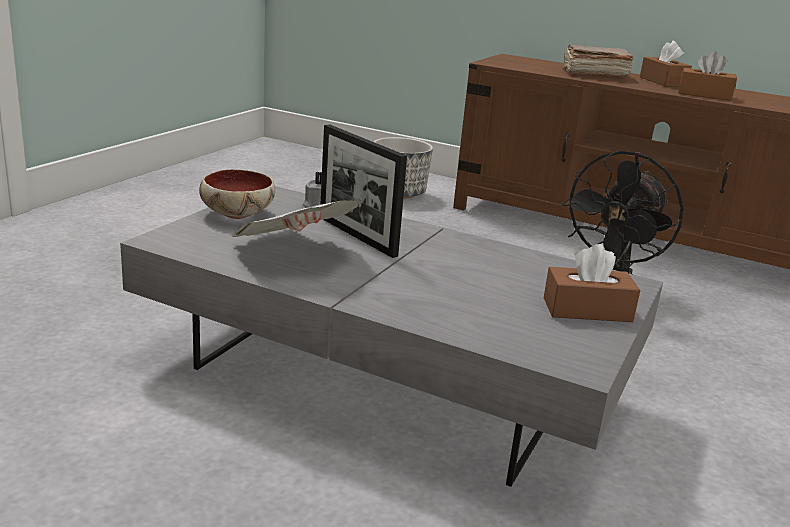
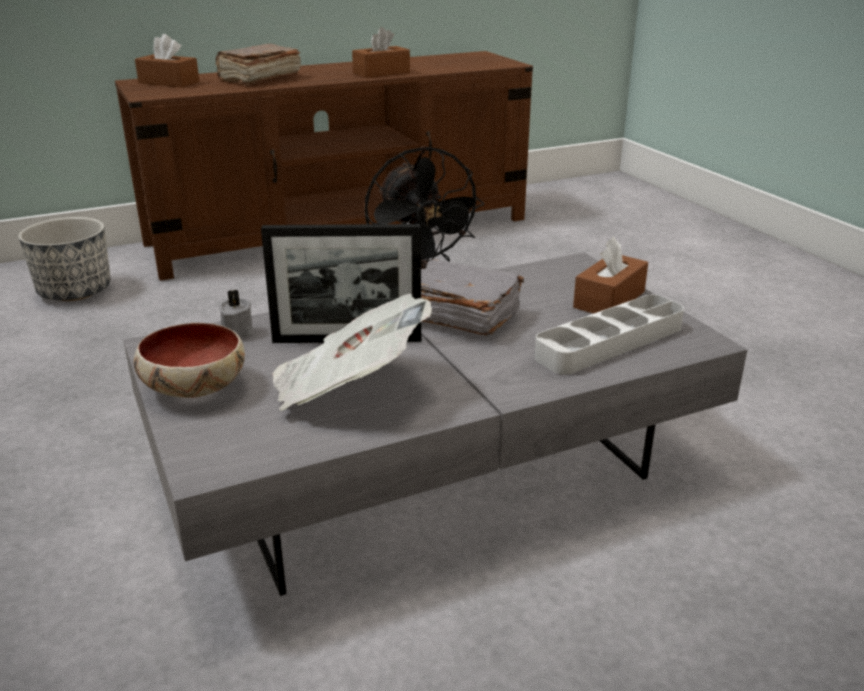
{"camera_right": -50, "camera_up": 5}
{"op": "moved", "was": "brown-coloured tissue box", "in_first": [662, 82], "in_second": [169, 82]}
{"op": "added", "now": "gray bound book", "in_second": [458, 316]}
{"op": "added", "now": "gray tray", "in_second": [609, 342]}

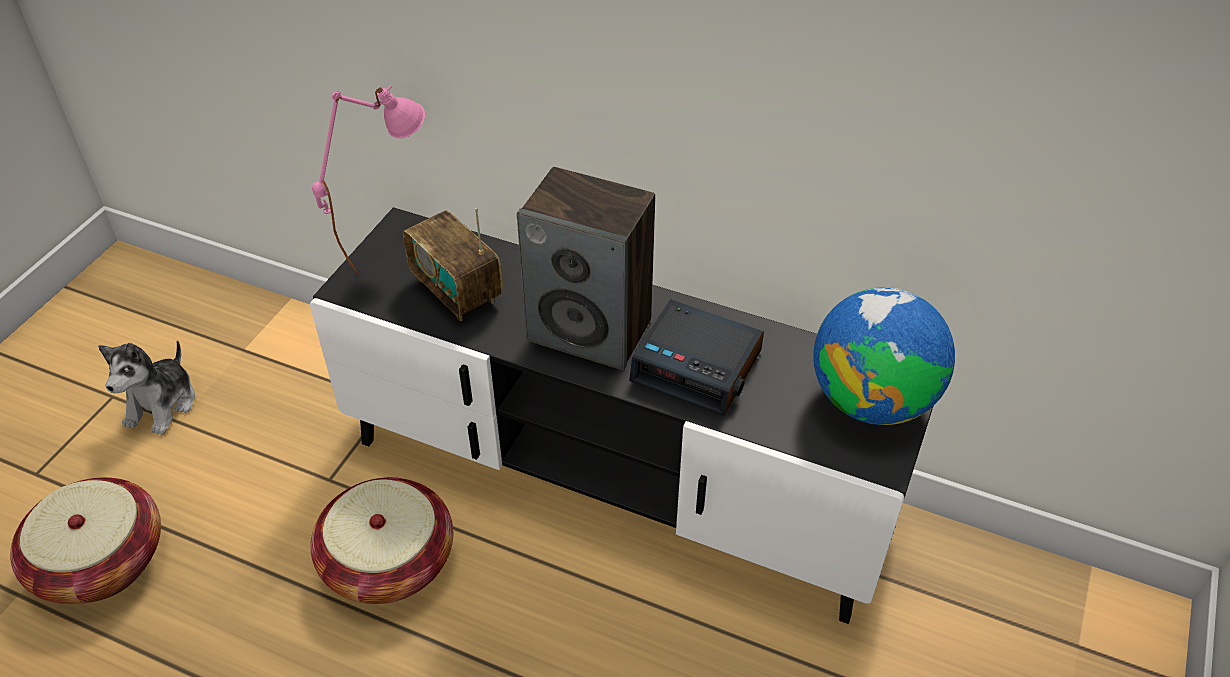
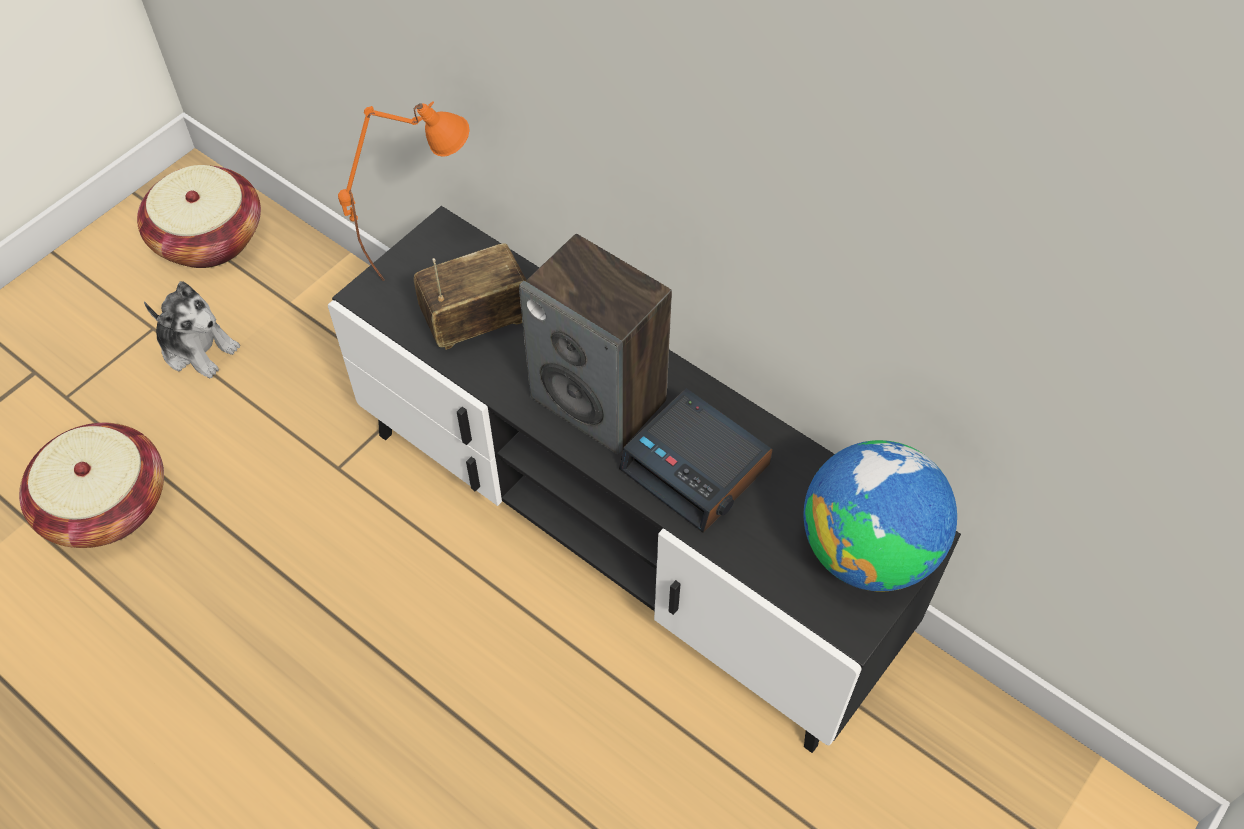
{"camera_right": 15, "camera_up": 10}
{"op": "turned", "was": "plush toy", "in_first": [162, 404], "in_second": [198, 348], "clockwise": -90}
{"op": "moved", "was": "storage basket", "in_first": [389, 562], "in_second": [209, 239]}
{"op": "recoloured", "was": "pinkish table lamp", "now": "orange table lamp", "in_first": [386, 247], "in_second": [421, 254]}
{"op": "turned", "was": "radio receiver", "in_first": [457, 290], "in_second": [477, 322], "clockwise": 90}

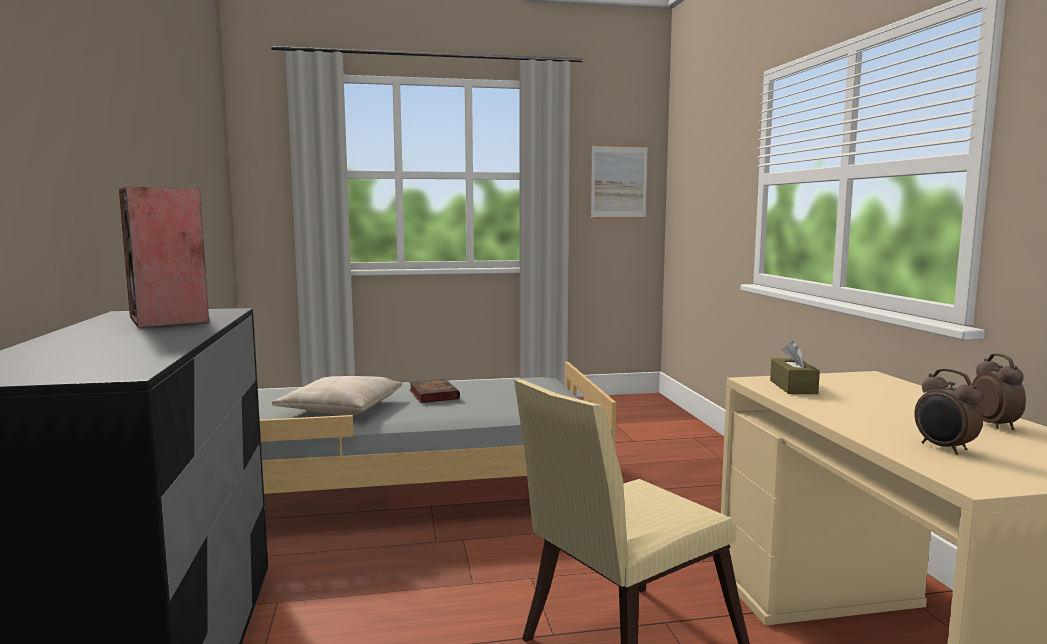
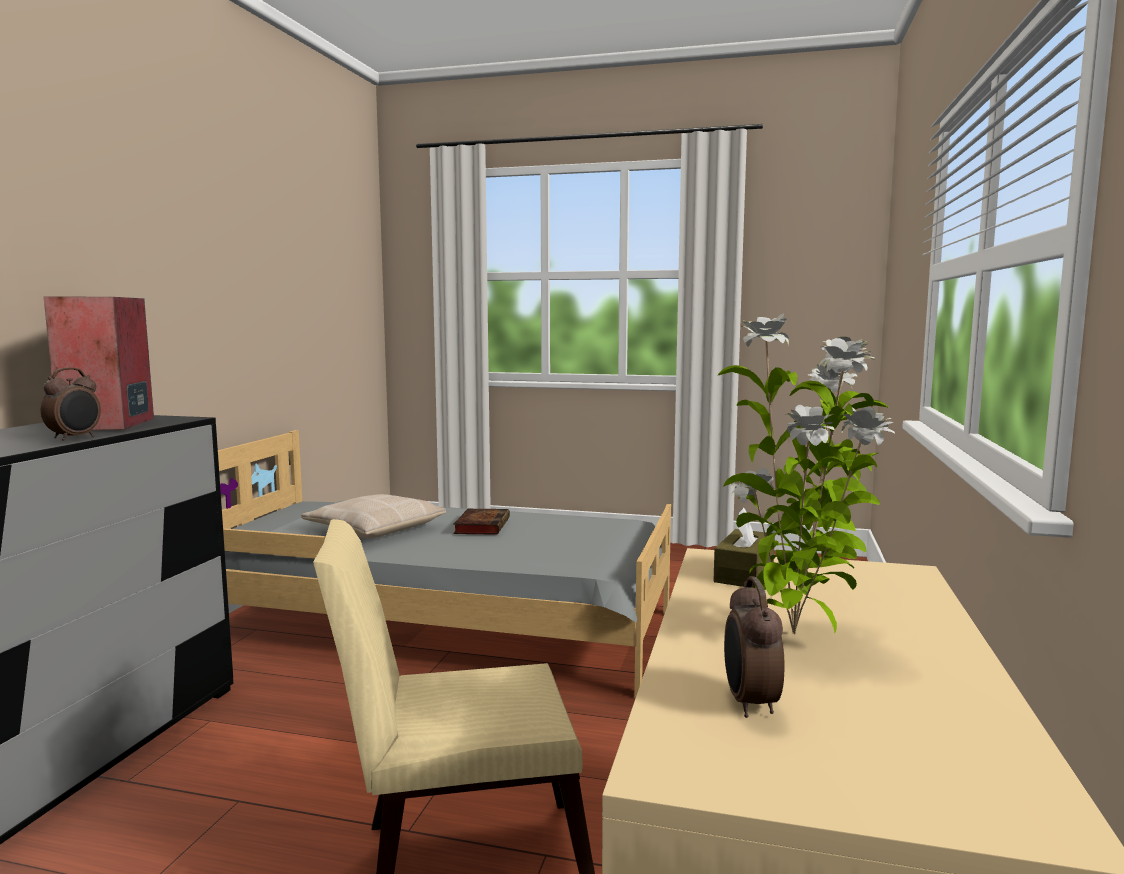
{"camera_right": 25, "camera_up": 0}
{"op": "removed", "was": "wall art", "in_first": [619, 182]}
{"op": "moved", "was": "table clock", "in_first": [995, 425], "in_second": [75, 438]}
{"op": "added", "now": "houseplant", "in_second": [798, 635]}

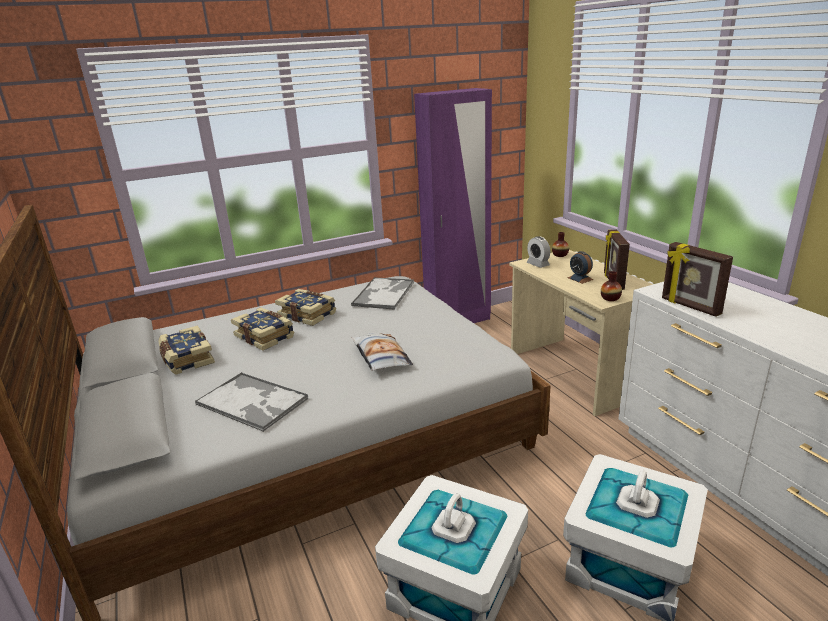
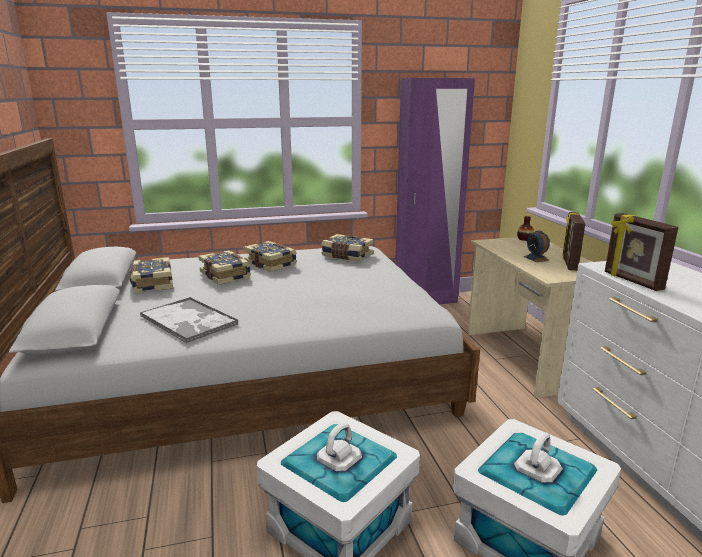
{"camera_right": 10, "camera_up": -5}
{"op": "replaced", "was": "tray", "now": "bound book", "in_first": [384, 293], "in_second": [347, 256]}
{"op": "removed", "was": "pillow", "in_first": [380, 357]}
{"op": "removed", "was": "table clock", "in_first": [538, 264]}
{"op": "removed", "was": "flower vase", "in_first": [610, 298]}

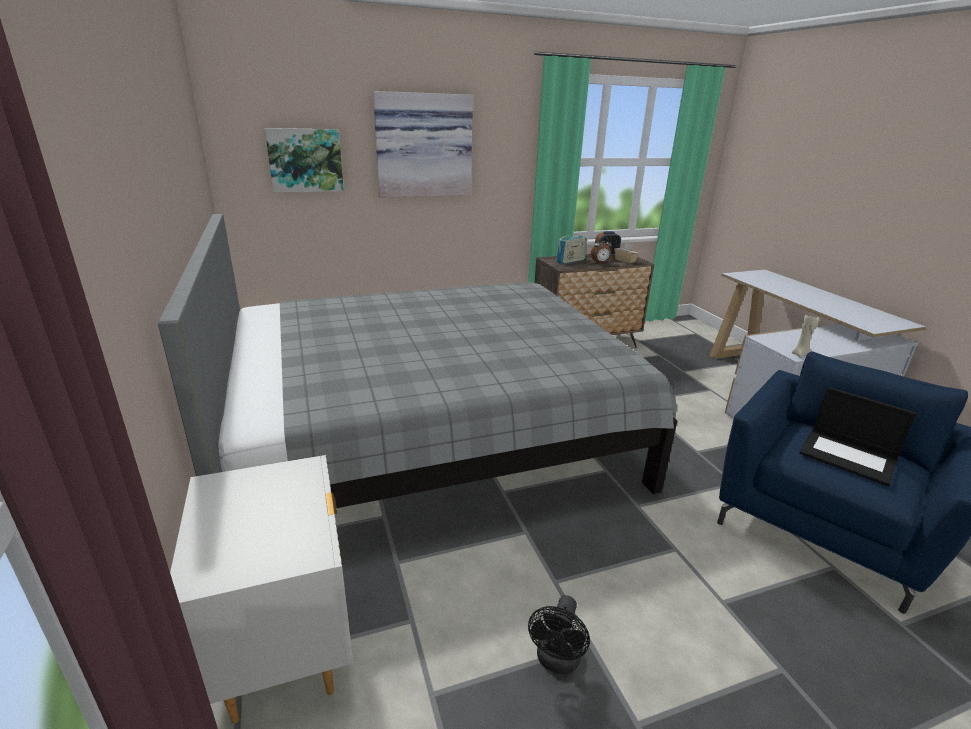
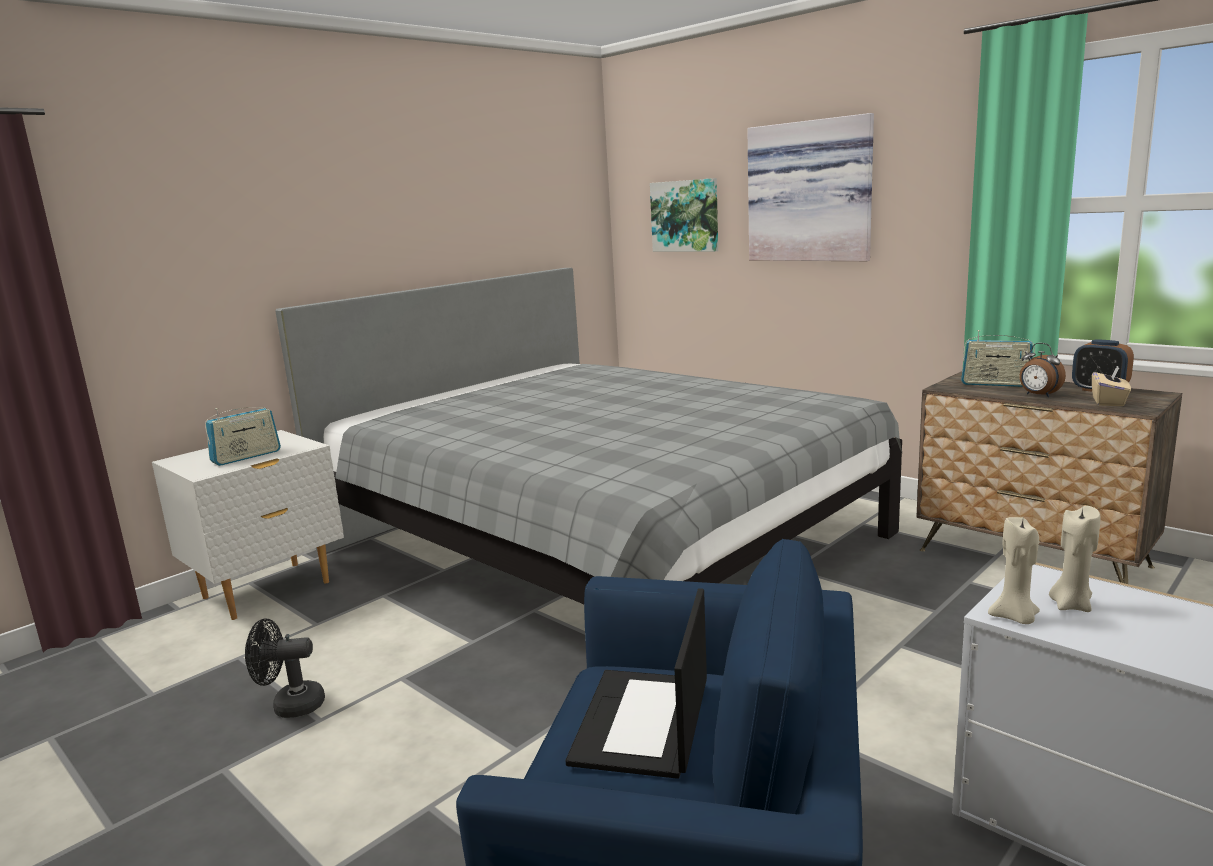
{"camera_right": 65, "camera_up": -10}
{"op": "added", "now": "radio receiver", "in_second": [246, 457]}
{"op": "added", "now": "beige-coloured candle", "in_second": [1071, 605]}

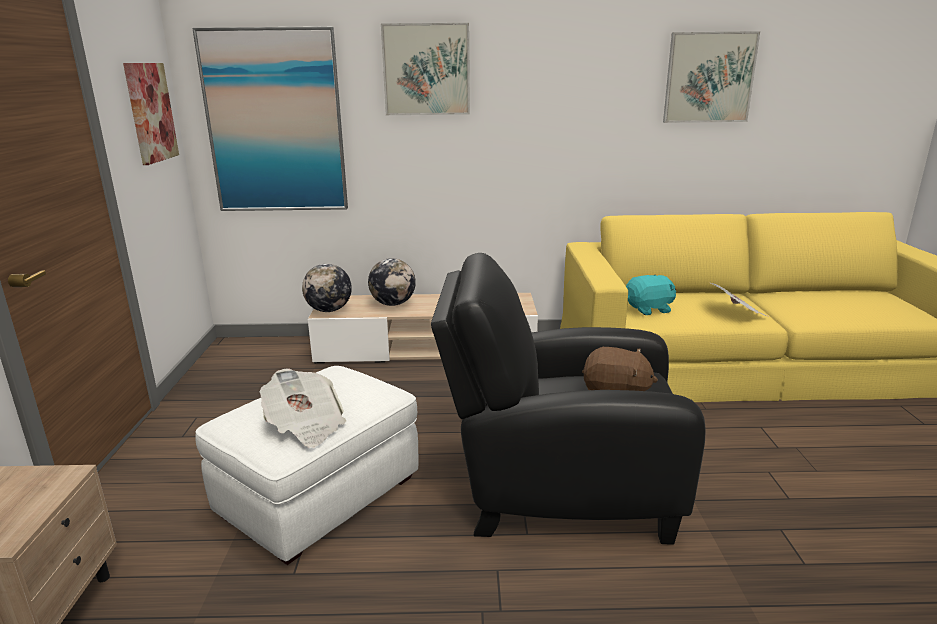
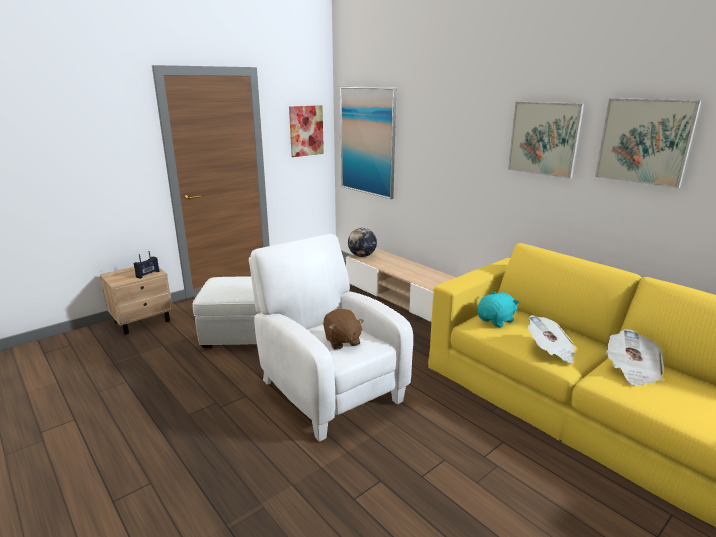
{"camera_right": 50, "camera_up": 0}
{"op": "moved", "was": "daily paper", "in_first": [305, 426], "in_second": [632, 370]}
{"op": "removed", "was": "globe", "in_first": [393, 304]}
{"op": "moved", "was": "wall art", "in_first": [426, 70], "in_second": [544, 138]}
{"op": "recoloured", "was": "black easy chair", "now": "white-coloured easy chair", "in_first": [558, 488], "in_second": [328, 388]}
{"op": "turned", "was": "turquoise plush toy", "in_first": [649, 309], "in_second": [496, 320], "clockwise": -75}
{"op": "added", "now": "radio receiver", "in_second": [148, 274]}

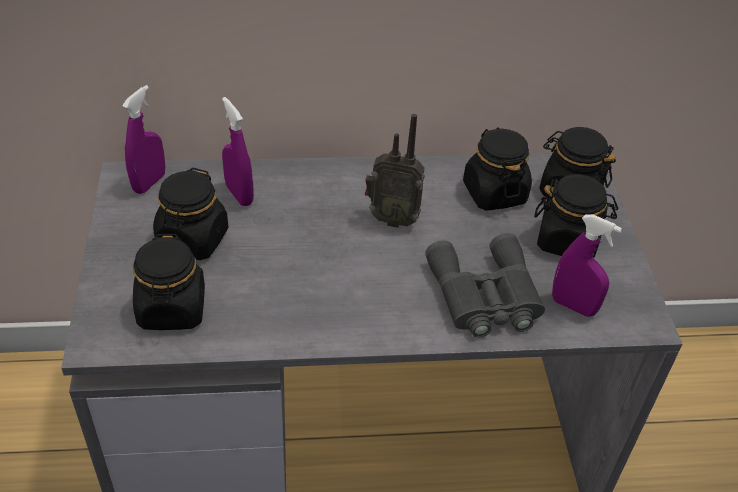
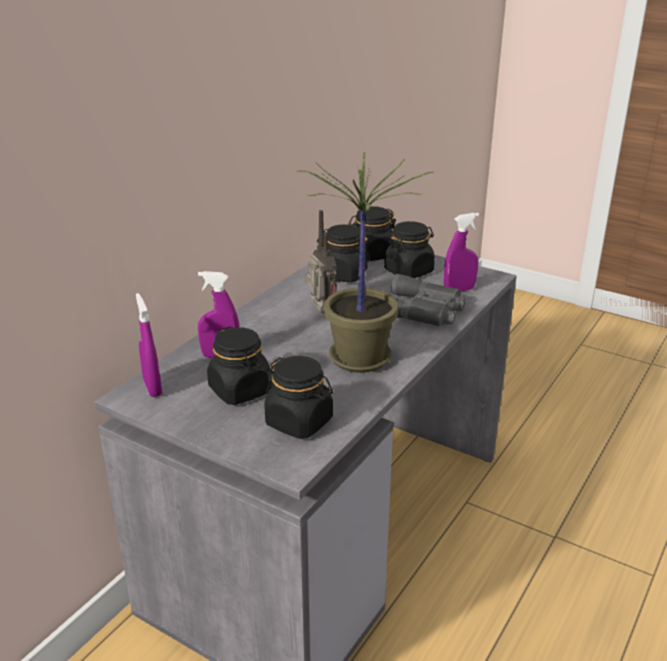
{"camera_right": -50, "camera_up": -15}
{"op": "turned", "was": "radio receiver", "in_first": [392, 218], "in_second": [321, 313], "clockwise": -75}
{"op": "added", "now": "houseplant", "in_second": [358, 357]}

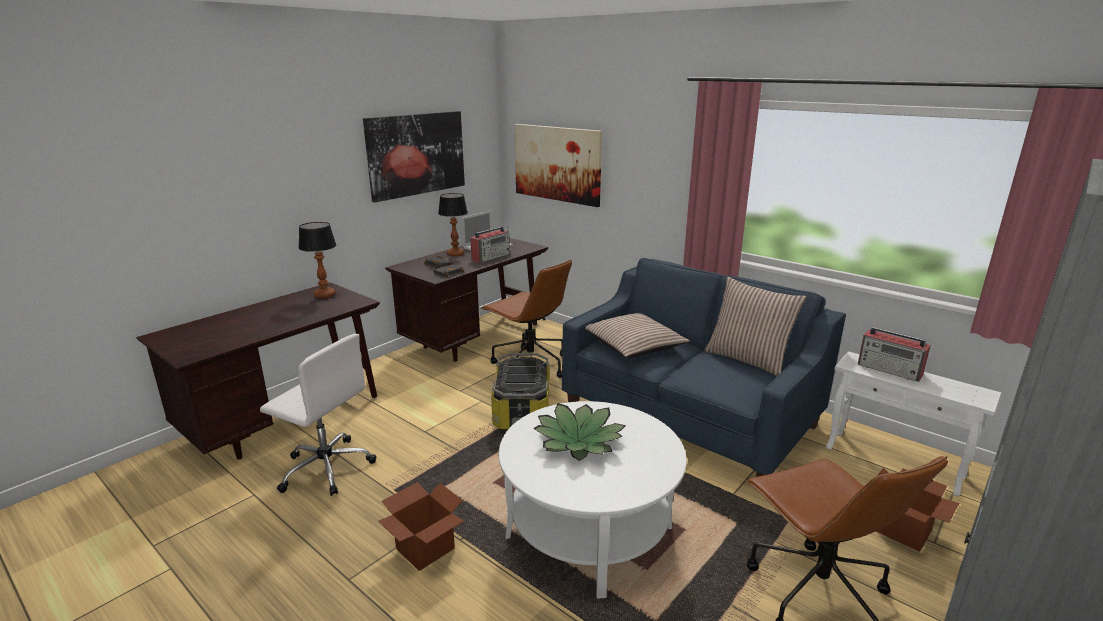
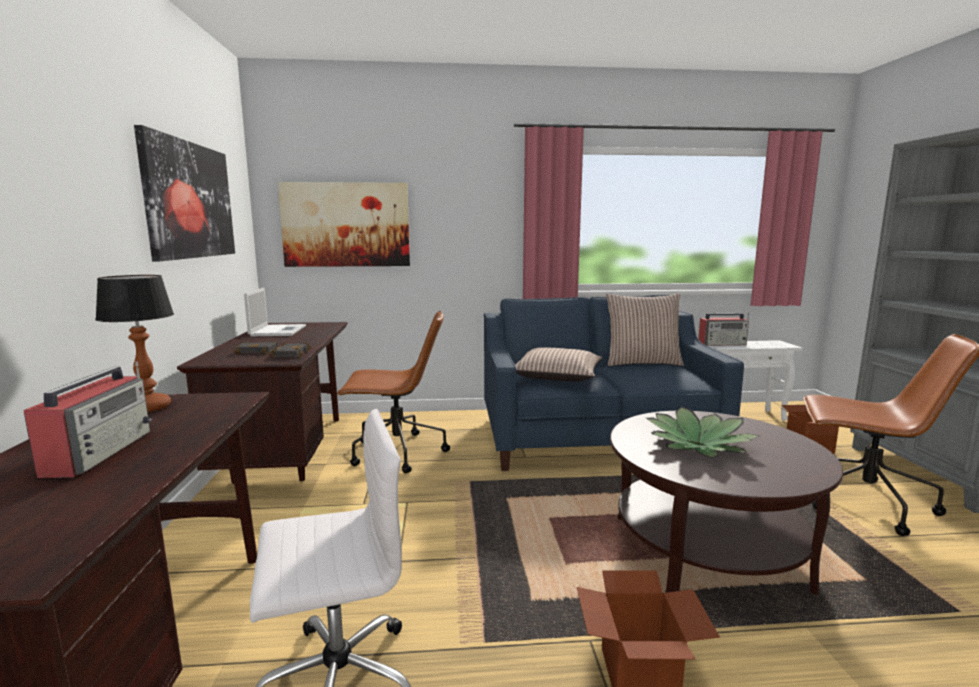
{"camera_right": -45, "camera_up": -10}
{"op": "removed", "was": "table lamp", "in_first": [455, 254]}
{"op": "moved", "was": "radio receiver", "in_first": [491, 257], "in_second": [100, 452]}
{"op": "removed", "was": "storage box", "in_first": [521, 411]}
{"op": "recoloured", "was": "white-coloured low table", "now": "brown-coloured low table", "in_first": [589, 531], "in_second": [707, 550]}

